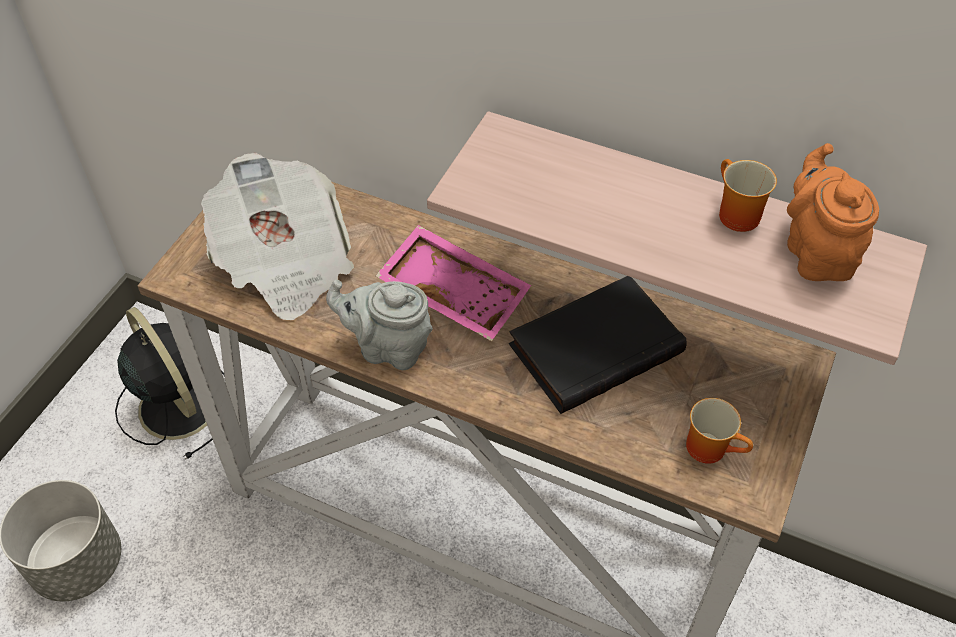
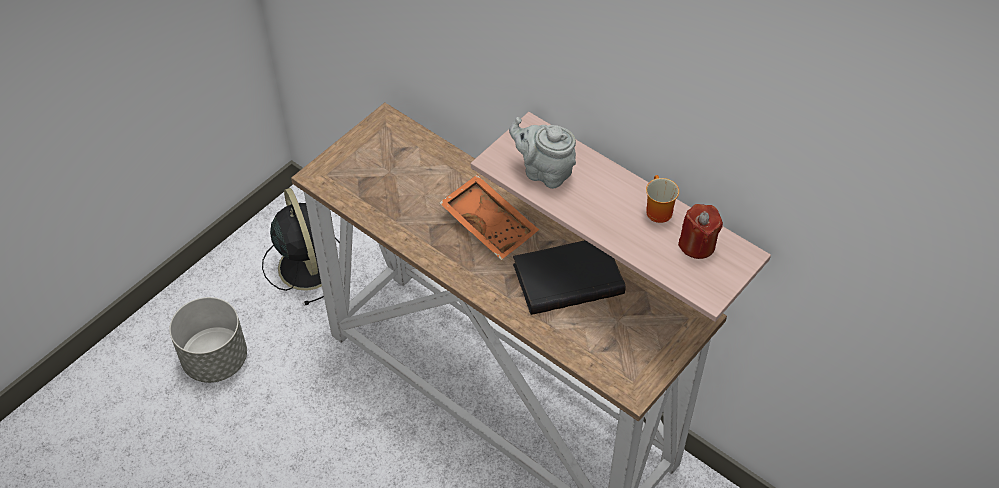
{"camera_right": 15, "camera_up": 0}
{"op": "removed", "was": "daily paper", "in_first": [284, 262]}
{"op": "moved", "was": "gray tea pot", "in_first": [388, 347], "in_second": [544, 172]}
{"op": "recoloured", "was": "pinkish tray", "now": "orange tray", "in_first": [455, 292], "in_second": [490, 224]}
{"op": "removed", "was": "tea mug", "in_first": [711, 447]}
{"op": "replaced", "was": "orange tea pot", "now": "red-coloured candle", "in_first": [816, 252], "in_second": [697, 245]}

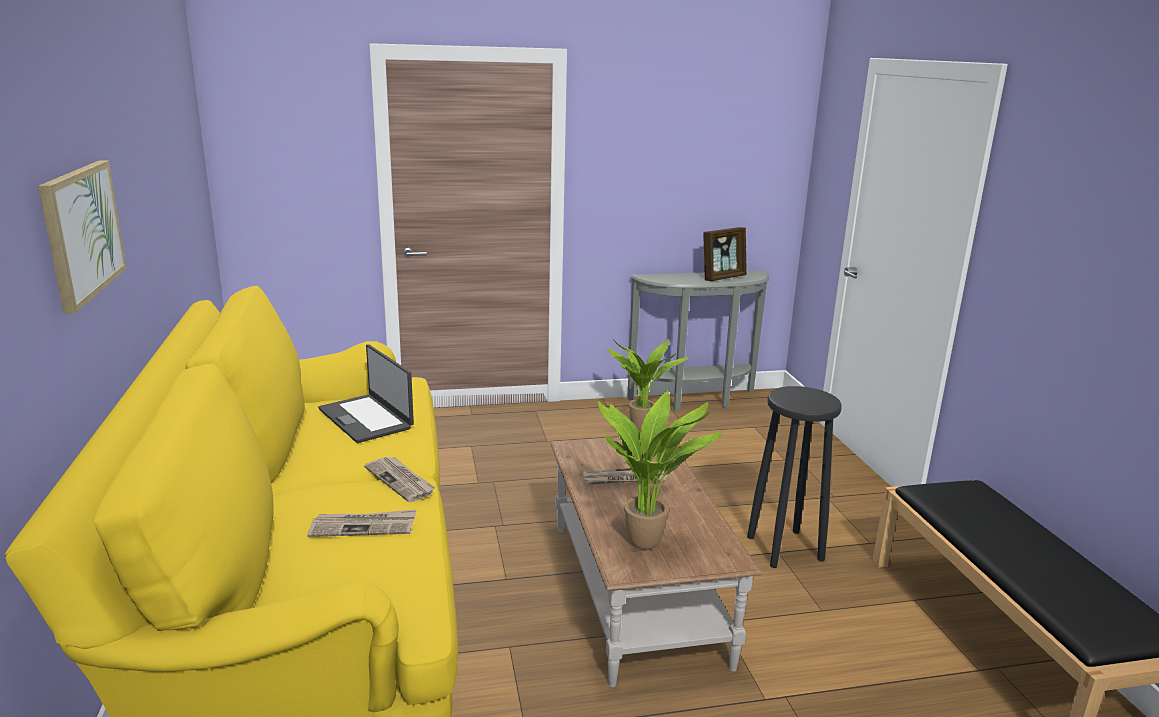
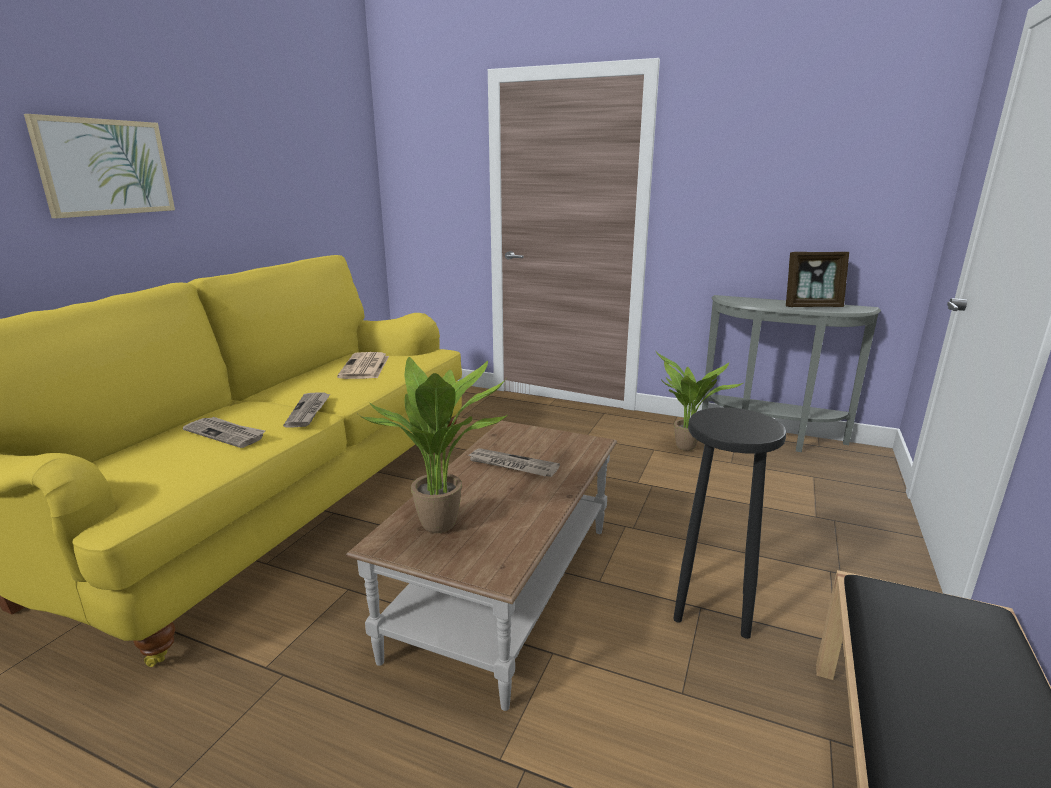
{"camera_right": 35, "camera_up": 0}
{"op": "replaced", "was": "laptop", "now": "daily paper", "in_first": [366, 418], "in_second": [365, 367]}

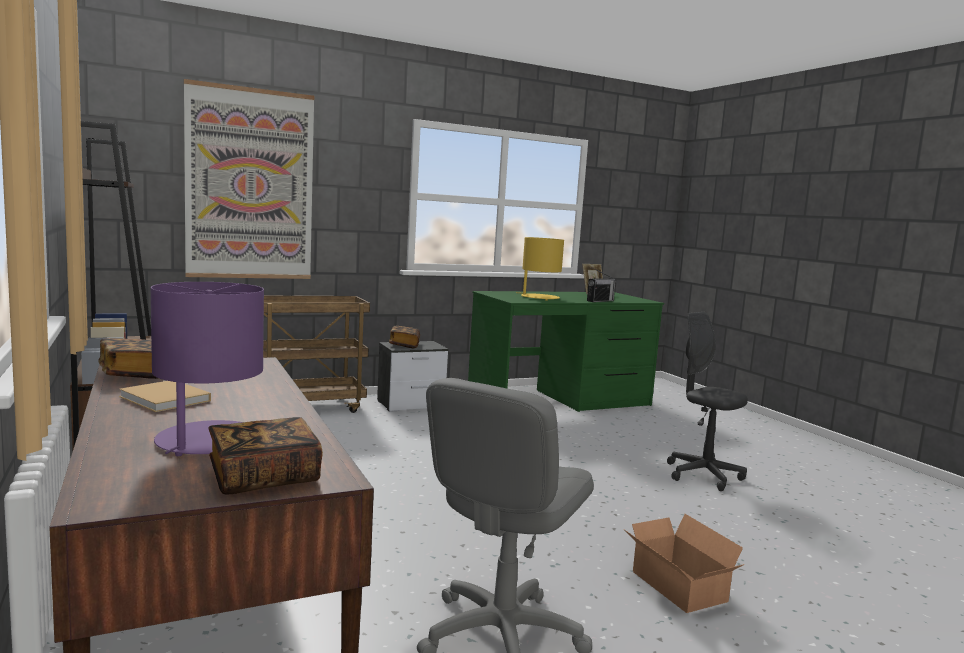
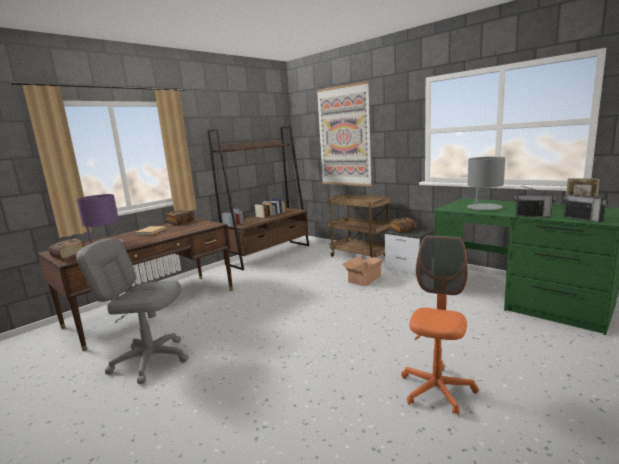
{"camera_right": 70, "camera_up": 5}
{"op": "recoloured", "was": "yellowish table lamp", "now": "gray table lamp", "in_first": [539, 298], "in_second": [484, 208]}
{"op": "moved", "was": "carton", "in_first": [677, 588], "in_second": [363, 279]}
{"op": "recoloured", "was": "gray office chair", "now": "orange office chair", "in_first": [703, 475], "in_second": [437, 390]}
{"op": "added", "now": "radio receiver", "in_second": [583, 219]}

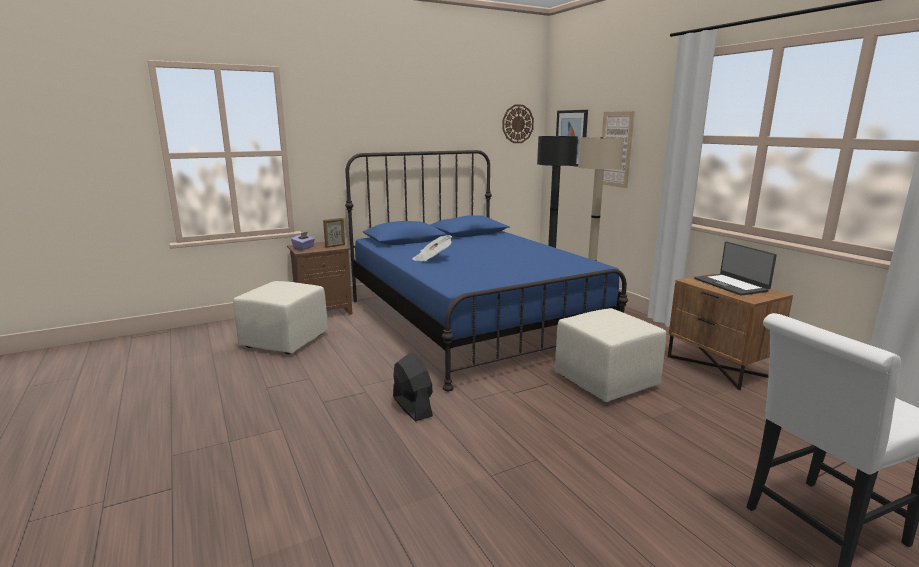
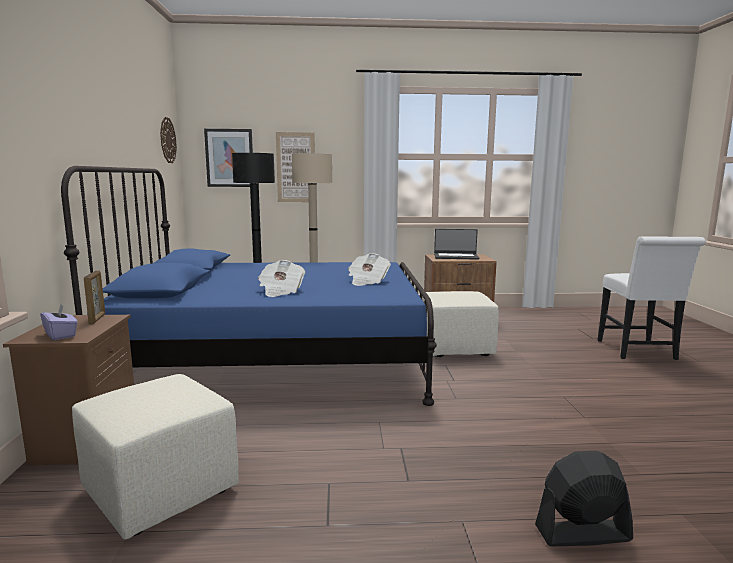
{"camera_right": -65, "camera_up": -5}
{"op": "moved", "was": "black fan", "in_first": [412, 406], "in_second": [582, 533]}
{"op": "added", "now": "daily paper", "in_second": [367, 281]}

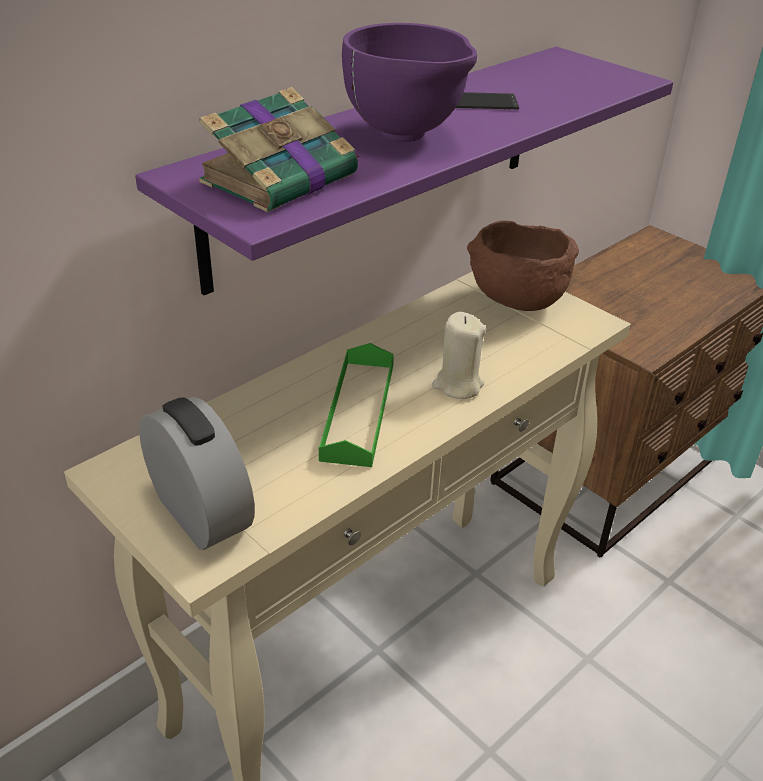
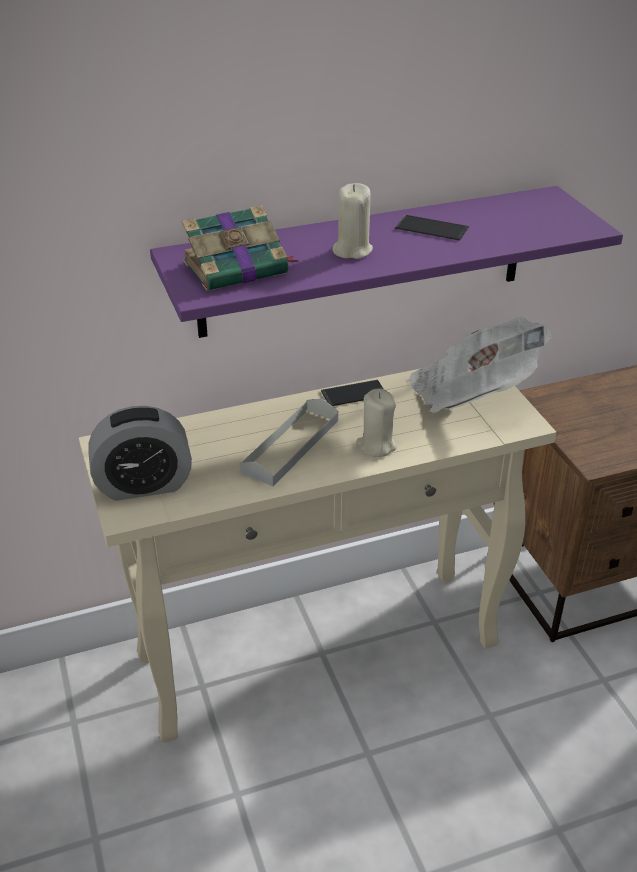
{"camera_right": 25, "camera_up": 0}
{"op": "turned", "was": "table clock", "in_first": [200, 513], "in_second": [144, 485], "clockwise": 90}
{"op": "recoloured", "was": "greenish tray", "now": "gray tray", "in_first": [358, 411], "in_second": [290, 446]}
{"op": "replaced", "was": "purple bowl", "now": "beige-coloured candle", "in_first": [407, 136], "in_second": [352, 250]}
{"op": "replaced", "was": "brown-coloured bowl", "now": "daily paper", "in_first": [515, 301], "in_second": [472, 392]}
{"op": "added", "now": "phone", "in_second": [354, 393]}

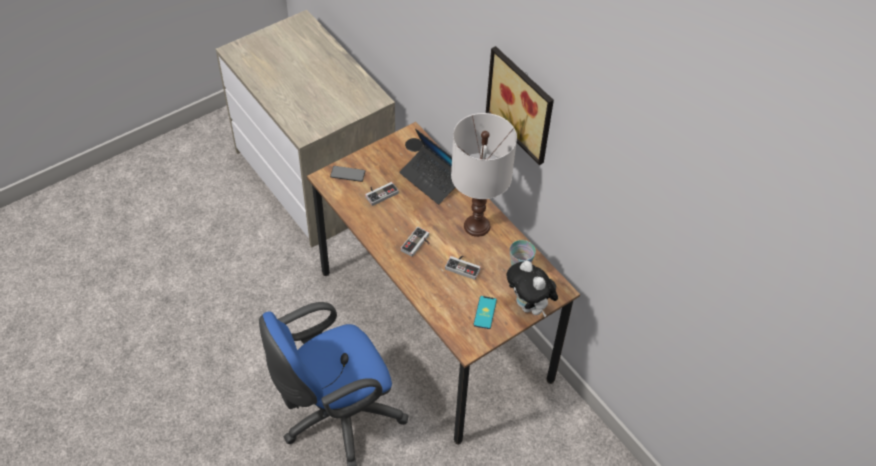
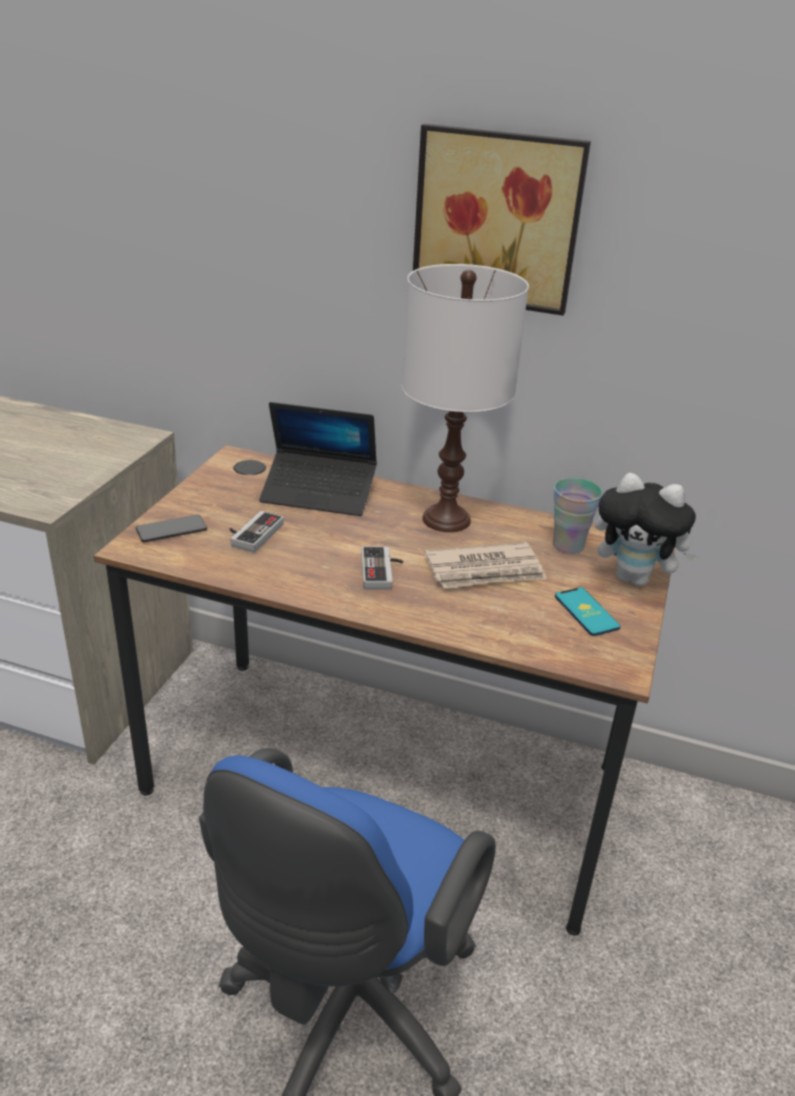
{"camera_right": -35, "camera_up": -20}
{"op": "replaced", "was": "gamepad", "now": "daily paper", "in_first": [463, 266], "in_second": [485, 570]}

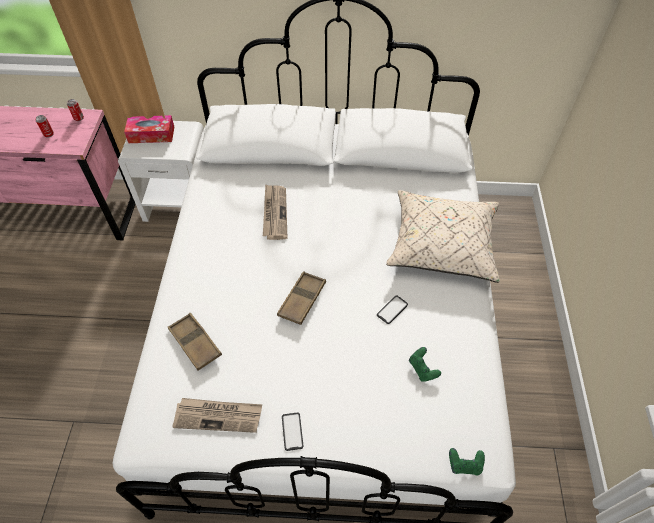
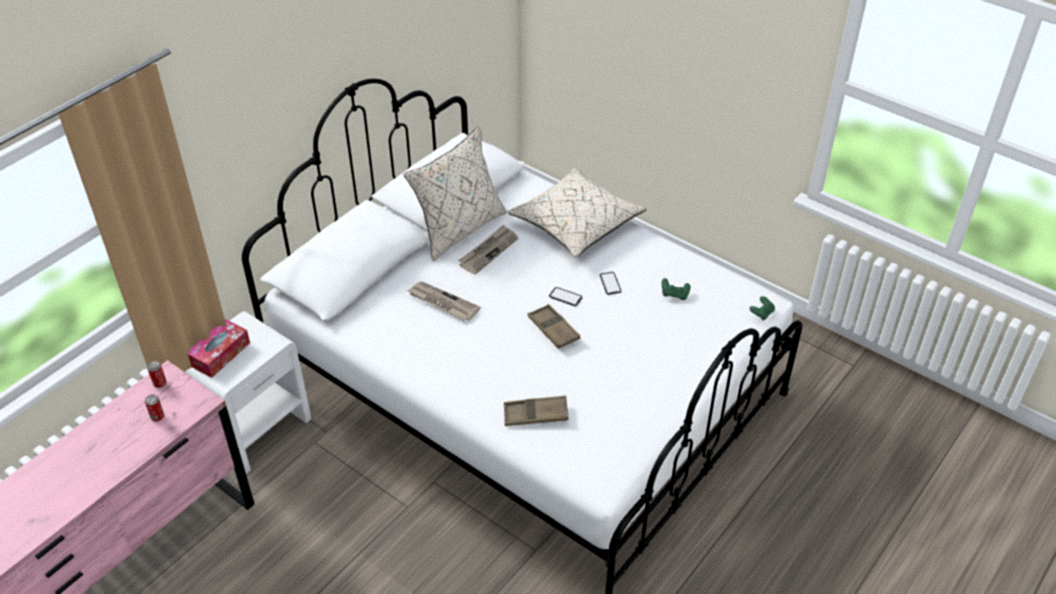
{"camera_right": -55, "camera_up": -10}
{"op": "moved", "was": "daily paper", "in_first": [218, 416], "in_second": [488, 251]}
{"op": "moved", "was": "phone", "in_first": [292, 431], "in_second": [565, 297]}
{"op": "added", "now": "beige-coloured pillow", "in_second": [458, 229]}

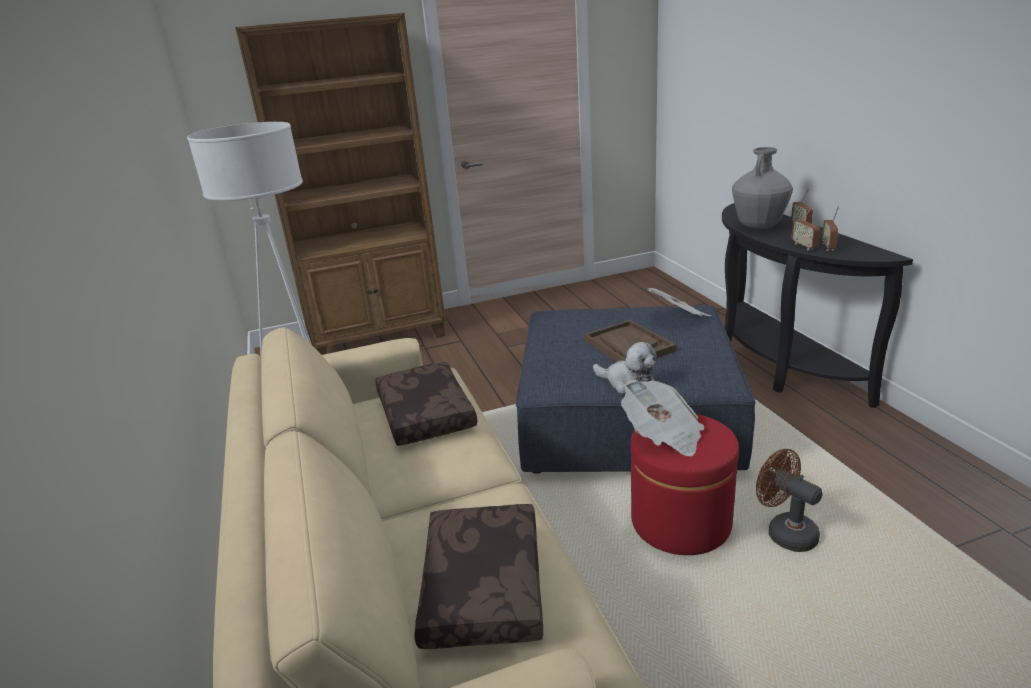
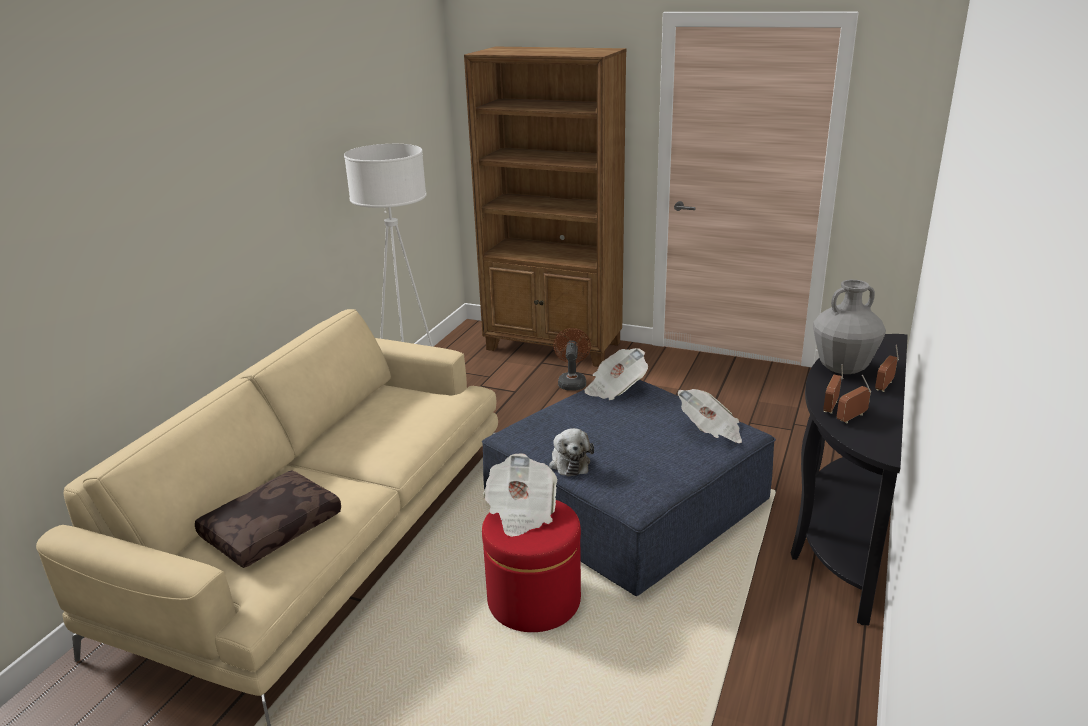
{"camera_right": 40, "camera_up": 0}
{"op": "removed", "was": "brown-coloured pillow", "in_first": [423, 414]}
{"op": "removed", "was": "brown-coloured tray", "in_first": [628, 345]}
{"op": "moved", "was": "brown-coloured fan", "in_first": [785, 532], "in_second": [572, 382]}
{"op": "added", "now": "daily paper", "in_second": [615, 389]}

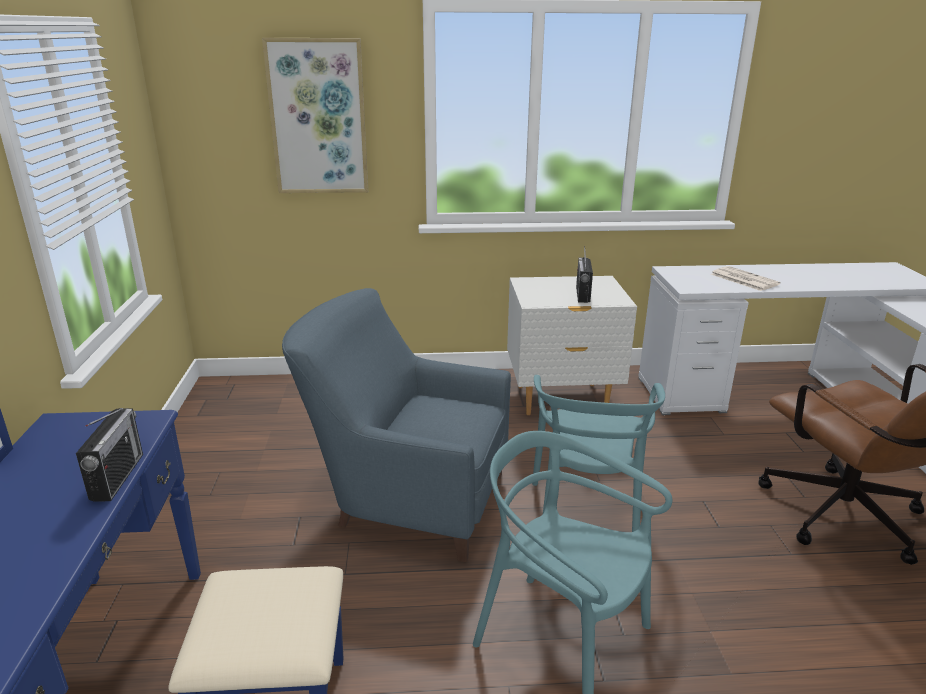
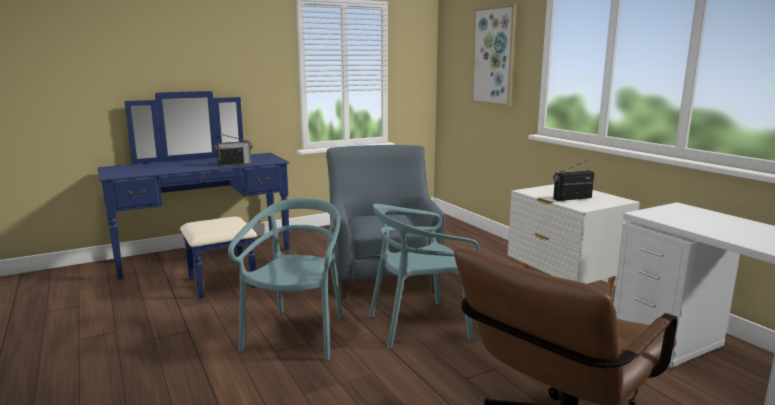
{"camera_right": 65, "camera_up": -10}
{"op": "removed", "was": "daily paper", "in_first": [743, 279]}

